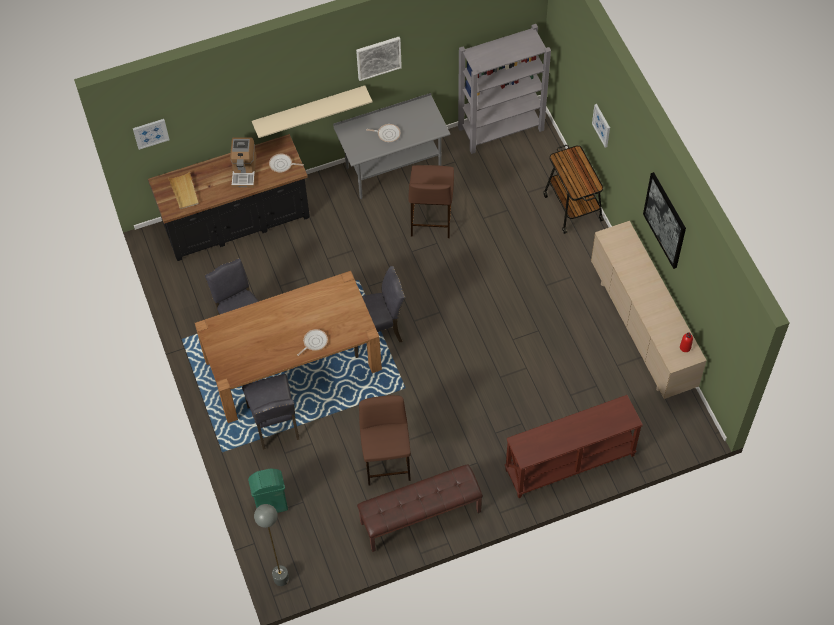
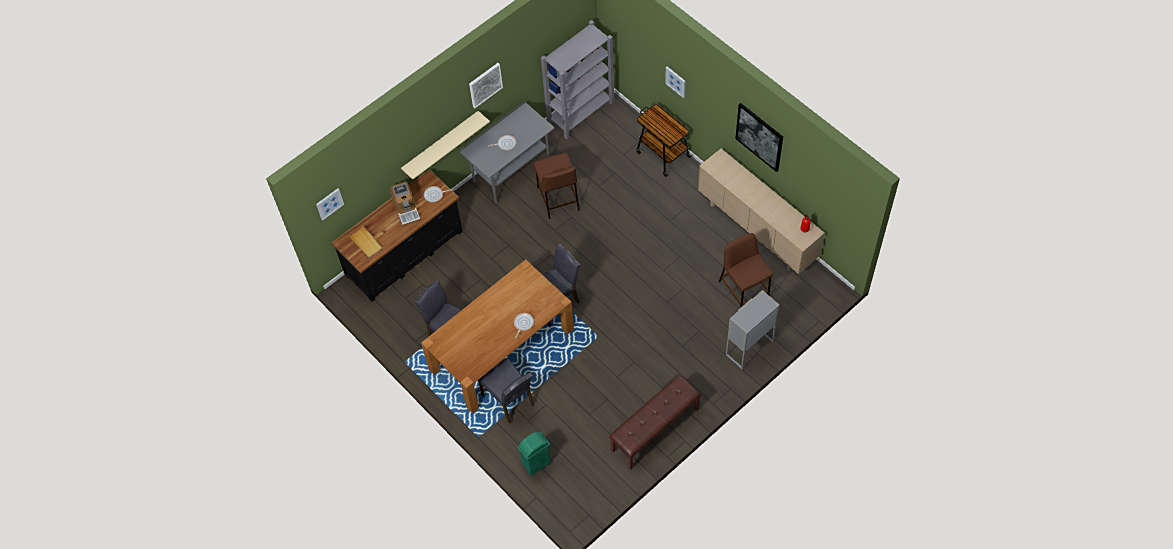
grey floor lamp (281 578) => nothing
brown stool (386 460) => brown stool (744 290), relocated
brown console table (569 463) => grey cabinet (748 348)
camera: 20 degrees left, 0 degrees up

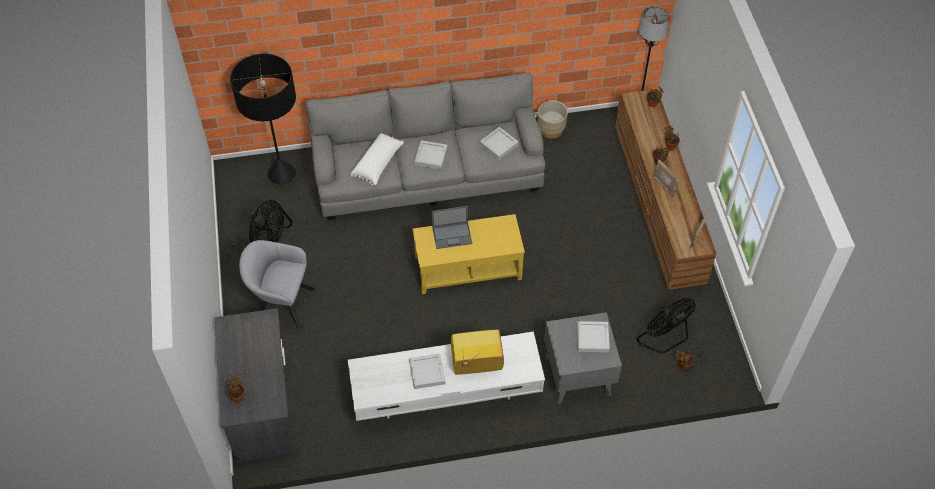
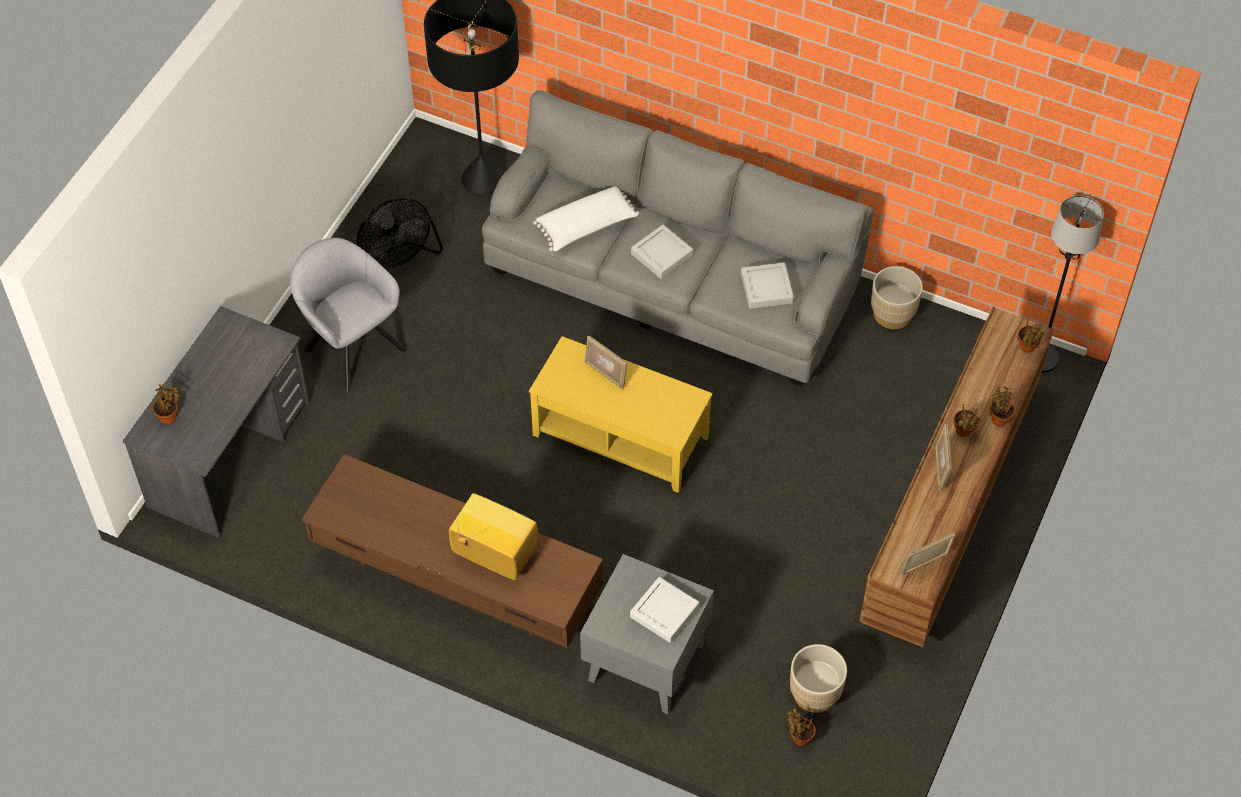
grey tray (427 373) => nothing
laptop (452 235) => picture frame (605 374)
black fan (671 339) => beige planter (814 693)
white tv stand (446 396) => brown tv stand (455 583)
camera: 35 degrees right, 0 degrees up

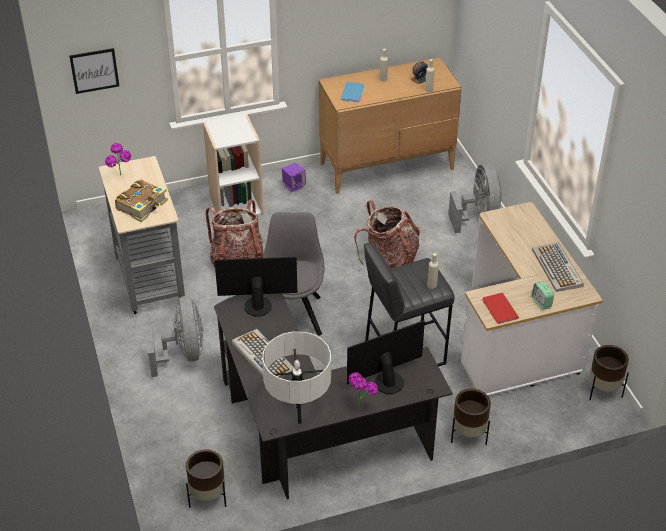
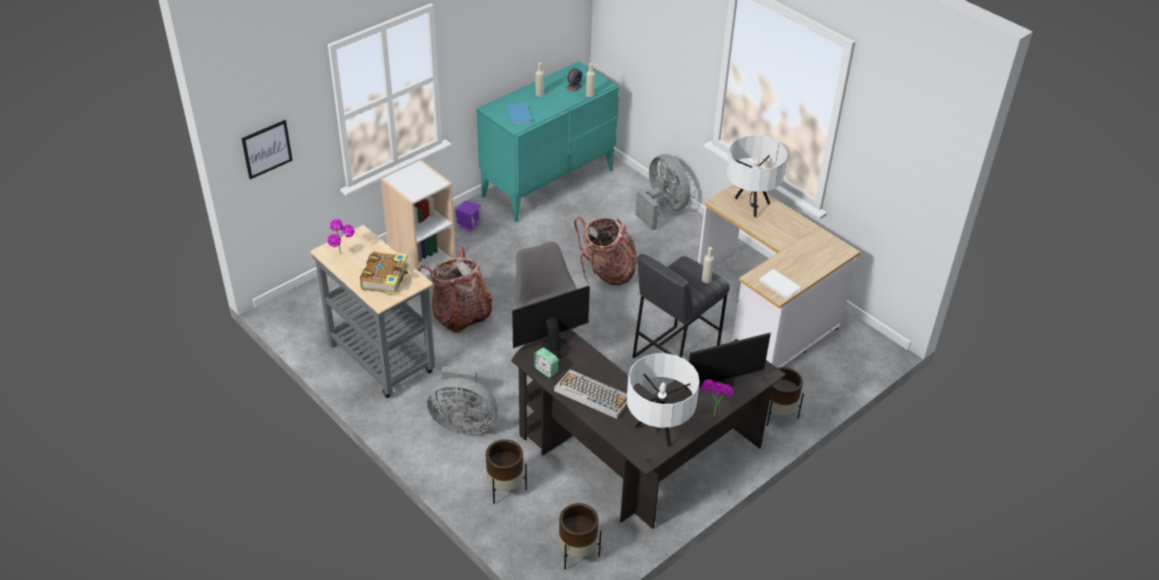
keyboard (557 268) => nothing
nothing => white table lamp (750 204)
alarm clock (541 302) => alarm clock (546 370), relocated
brown planter (603 391) => brown planter (505 489), relocated
brown cabinet (387 166) => turquoise cabinet (548 183)
red book (499 310) => white book (780 285)
grey fan (183 354) => grey fan (463 423), 135 degrees clockwise
monitor (387 380) => monitor (721 381), 150 degrees counterclockwise
camera: 25 degrees left, 0 degrees up

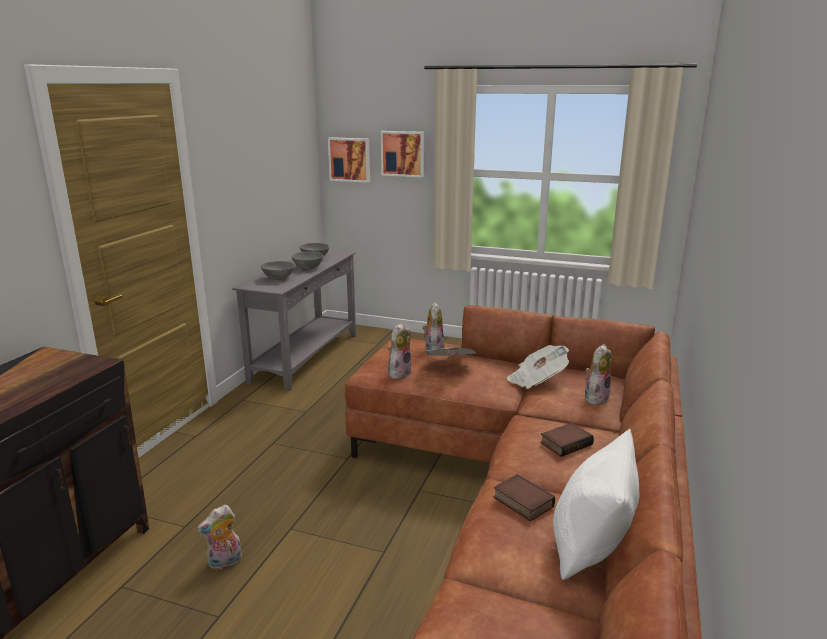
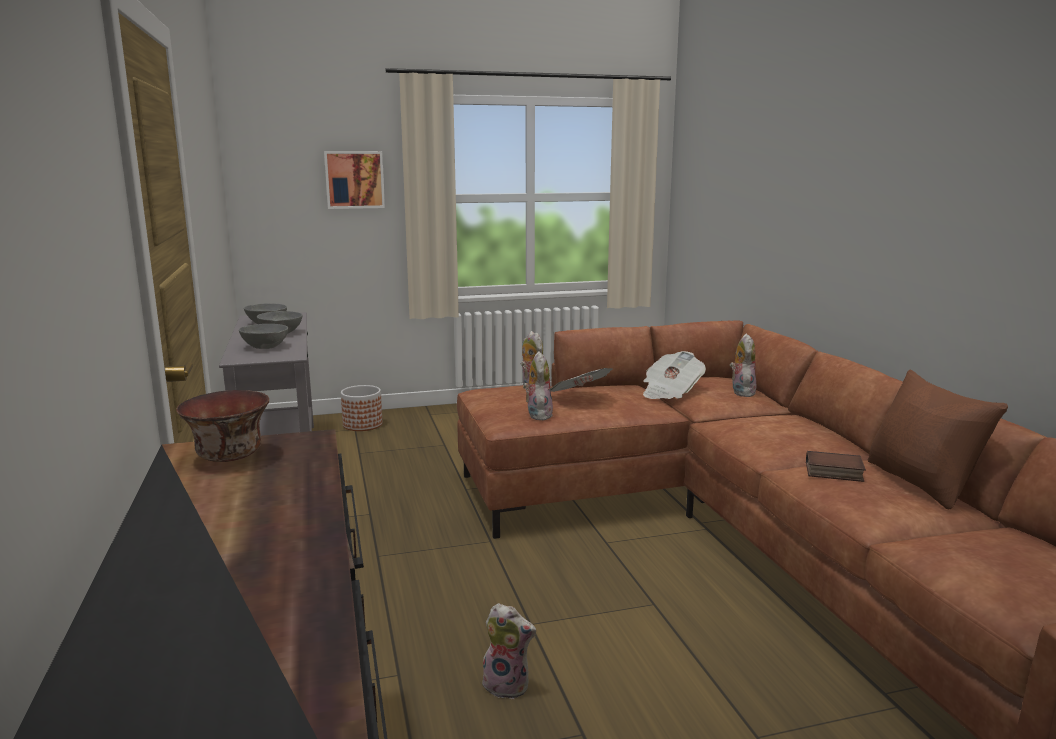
picture (350 159) => nothing
book (565 443) => nothing
nothing => bowl (231 456)
nothing => planter (363 425)
white pillow (591 545) => brown pillow (921 483)
plush toy (225 562) => plush toy (508 685), 90 degrees counterclockwise
camera: 35 degrees left, 5 degrees down

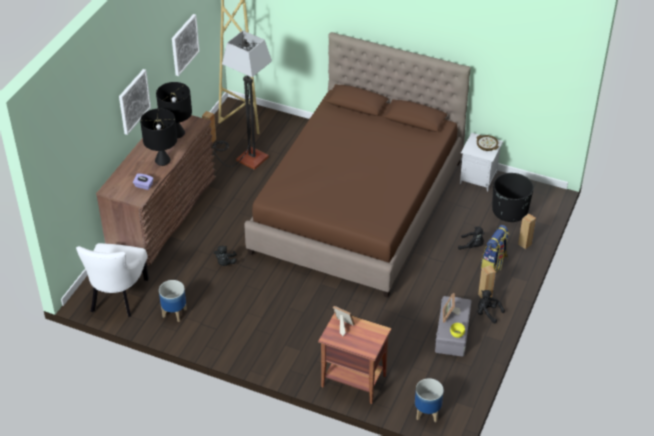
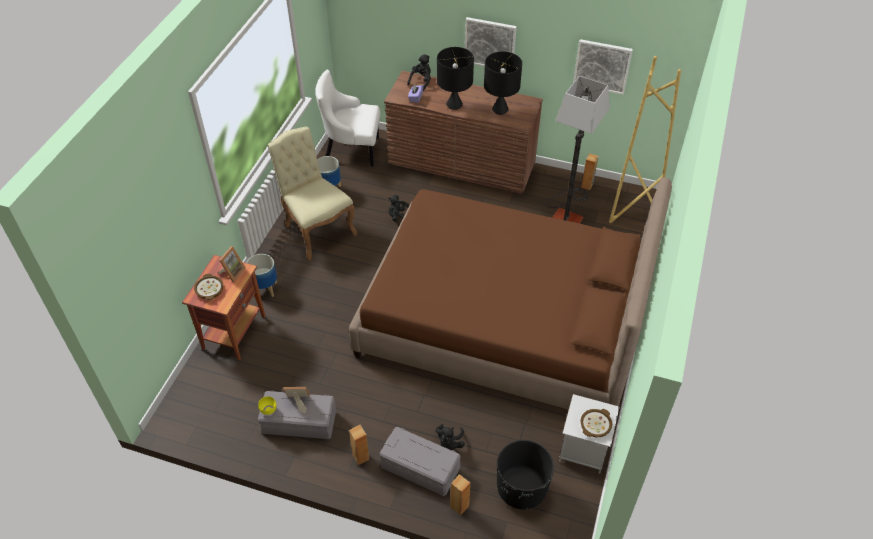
nothing => bowl (209 290)
nothing => beige chair (317 230)
planter (427 413) => planter (265 289), relocated
black plush toy (487 313) => black plush toy (421 81), relocated
backpack (494 263) => grey storage box (419 468)
camera: 85 degrees right, 5 degrees up

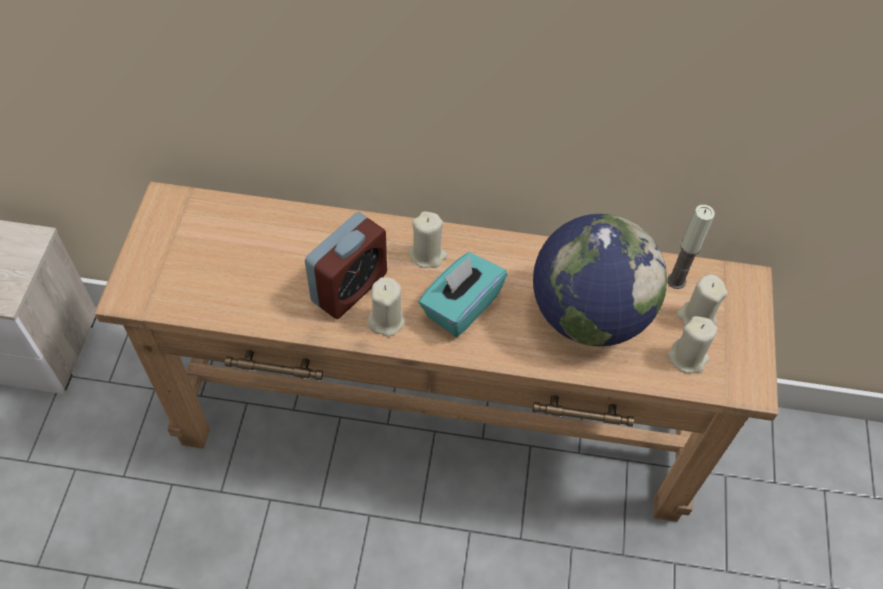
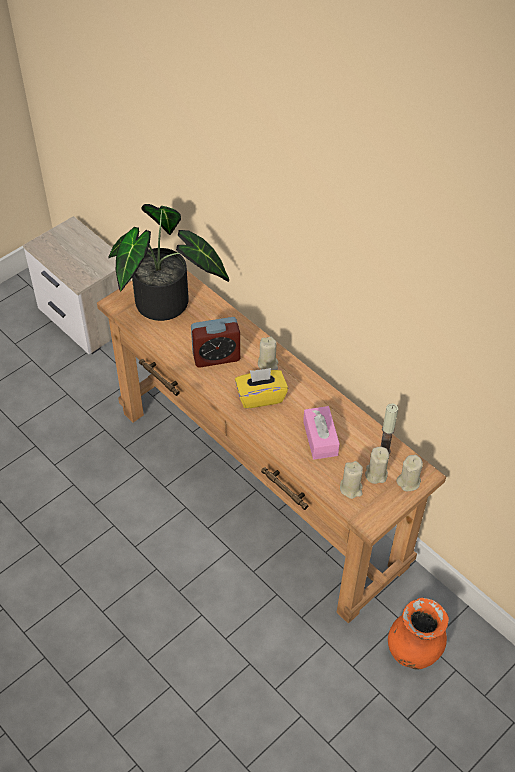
nothing => potted plant (166 306)
nothing => orange vase (414 649)
beige candle (386 320) => beige candle (408 482), relocated
globe (588 315) => pink tissue box (320 438)
turquoise tissue box (460 307) => yellow tissue box (260 396)
camera: 40 degrees right, 5 degrees down

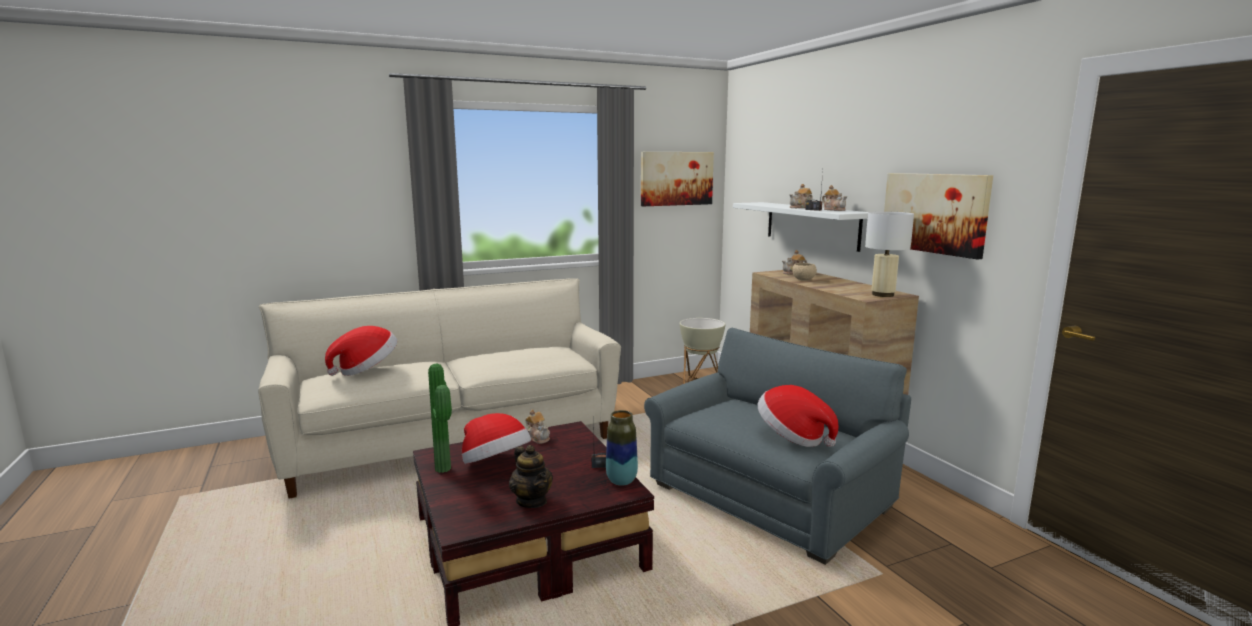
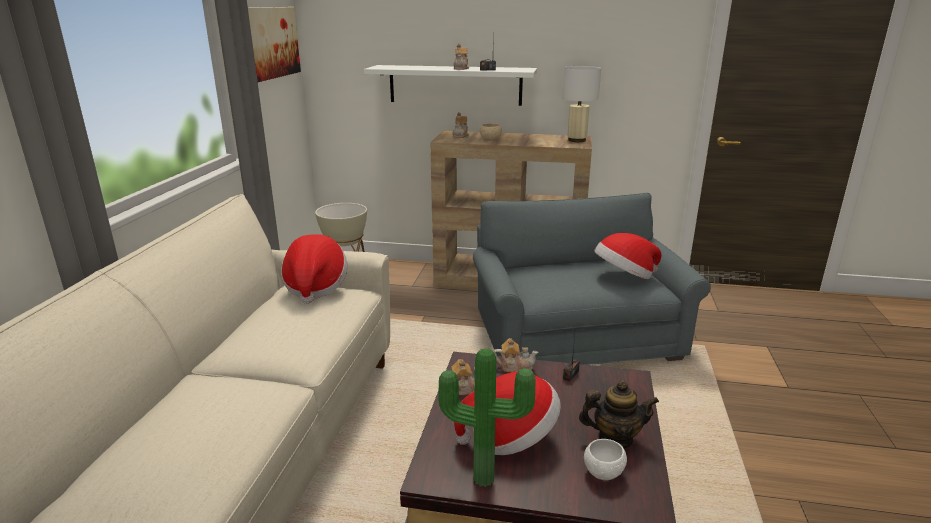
vase (621 481) => nothing
picture (934 213) => nothing
nothing => white bowl (603 472)
hat (366 370) => hat (315 286), relocated
teapot (834 210) => teapot (515 367), relocated
camera: 55 degrees left, 10 degrees up

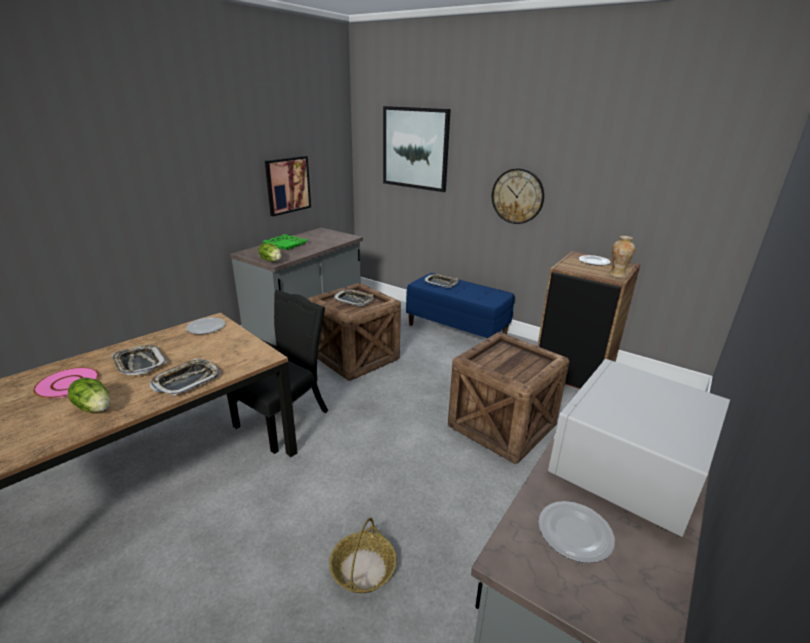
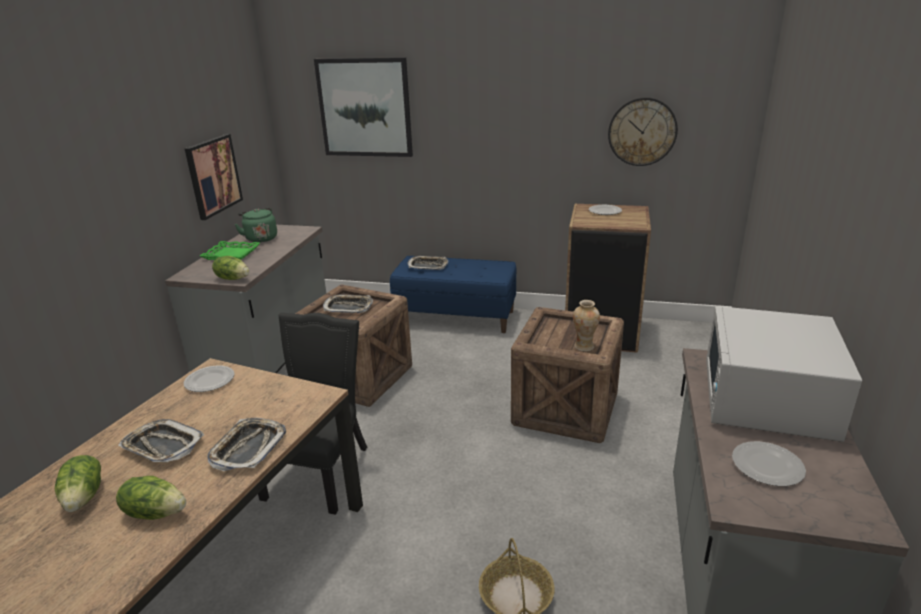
nothing => green kettle (260 238)
wall clock (517 196) => wall clock (642 132), relocated
vase (617 274) => vase (584 347), relocated
pink plate (68 383) => lettuce (85 496)
camera: 20 degrees left, 0 degrees up

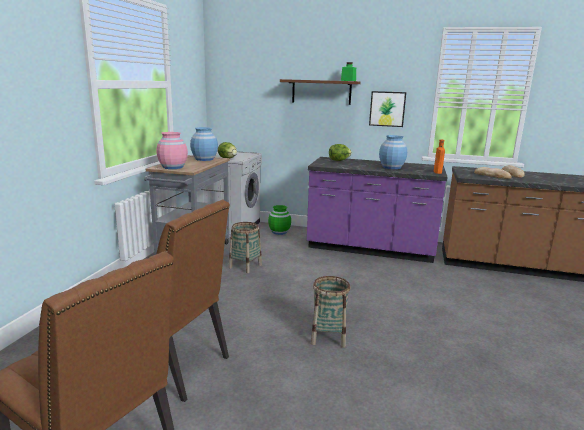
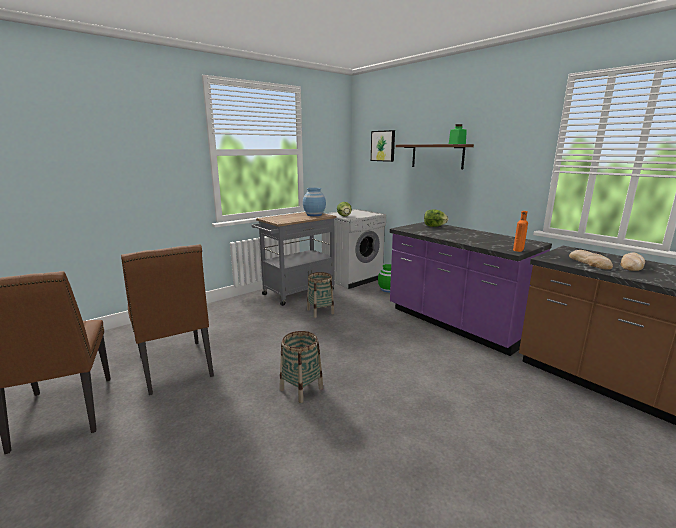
pink vase (172 167) => nothing
blue vase (391 167) => nothing
picture (387 109) => picture (383 146), relocated
camera: 35 degrees right, 0 degrees up

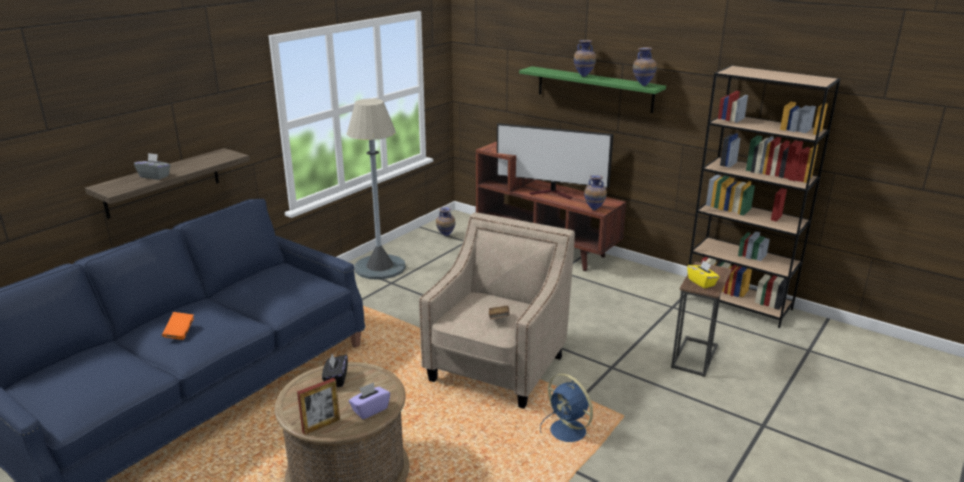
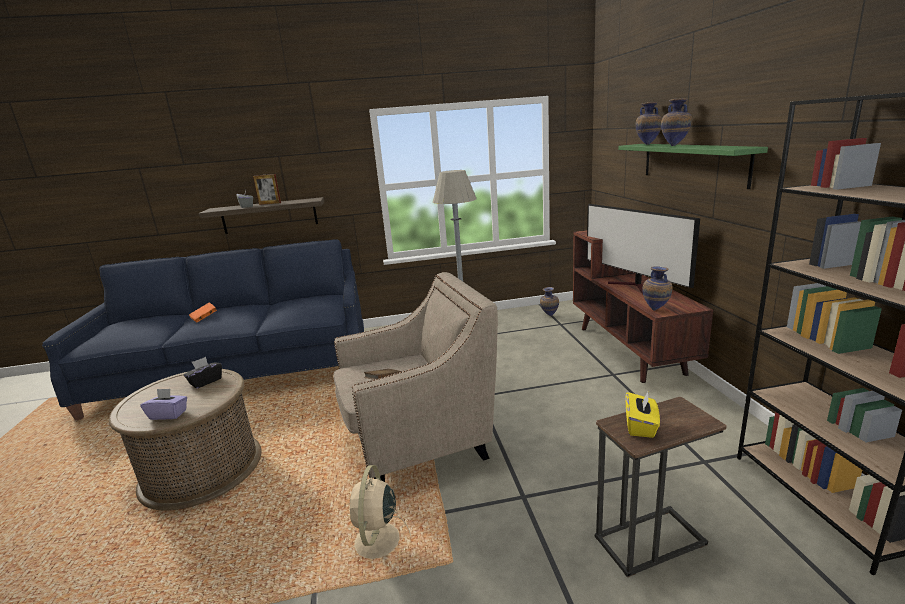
picture frame (321 426) => picture frame (270 203), relocated
vase (643 85) => vase (647 144), relocated
blue fan (569 432) => beige fan (376 543)
camera: 45 degrees right, 5 degrees down

